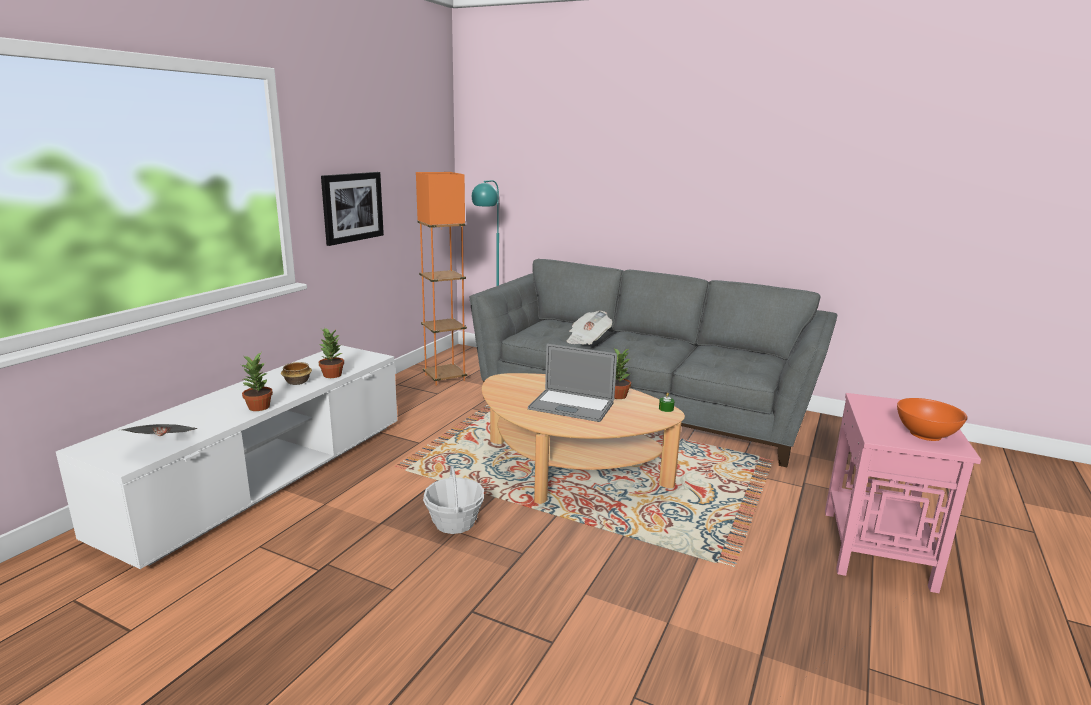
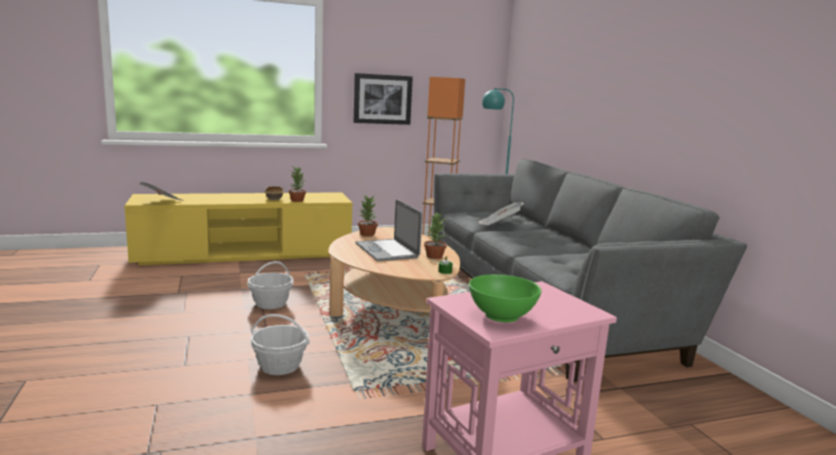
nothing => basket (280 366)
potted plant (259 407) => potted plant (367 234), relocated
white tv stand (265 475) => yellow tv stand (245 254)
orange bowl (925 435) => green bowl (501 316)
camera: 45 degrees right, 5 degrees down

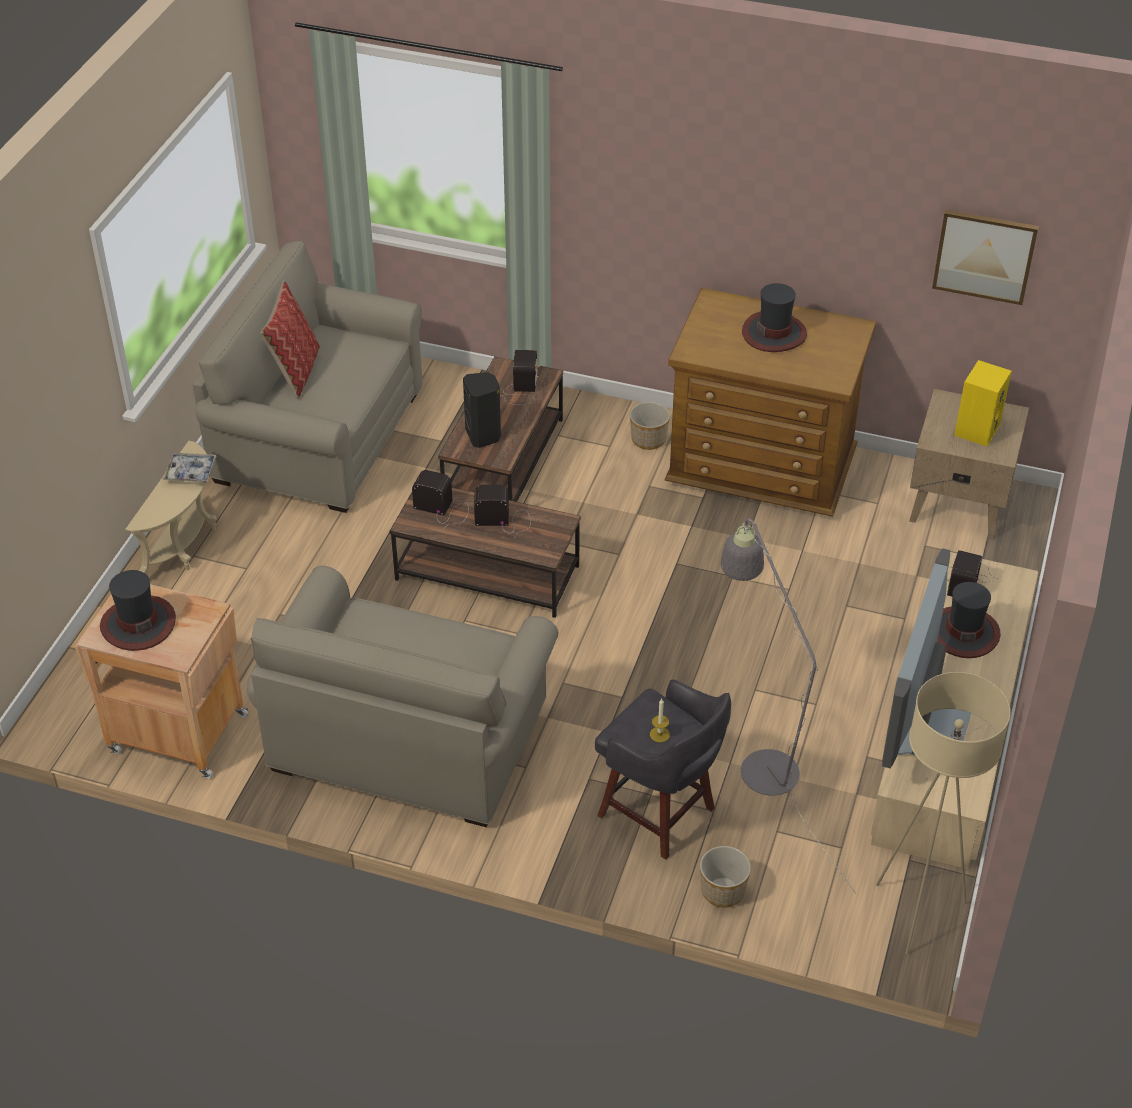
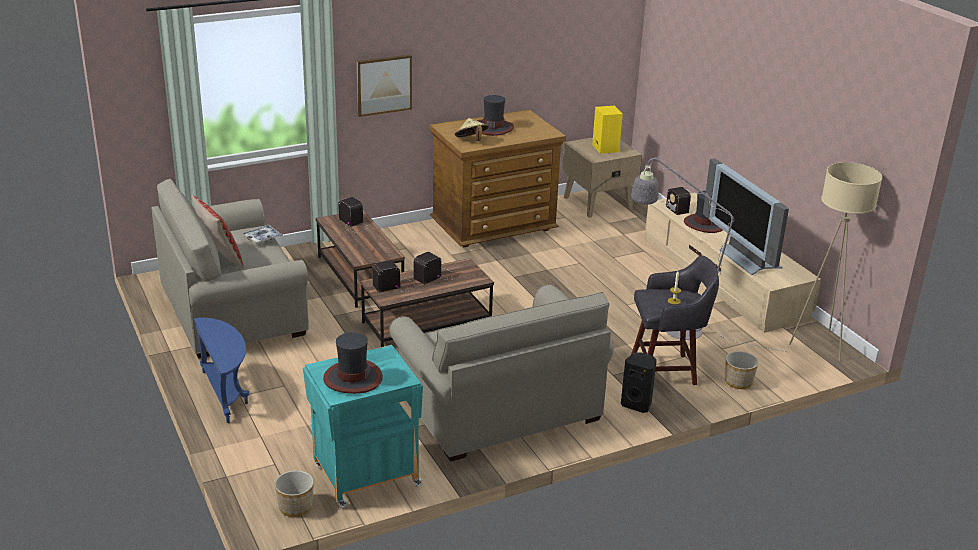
nothing => beige hat (471 141)
tray (190 472) => tray (262 238), relocated
black speaker (484 435) => black speaker (637 404), relocated
planter (649 440) => planter (296 507), relocated
picture (984 256) => picture (384 85), relocated
brown cart (176 732) => turquoise cart (365 477)
beige side table (185 545) => blue side table (226 393)
camera: 45 degrees left, 15 degrees down

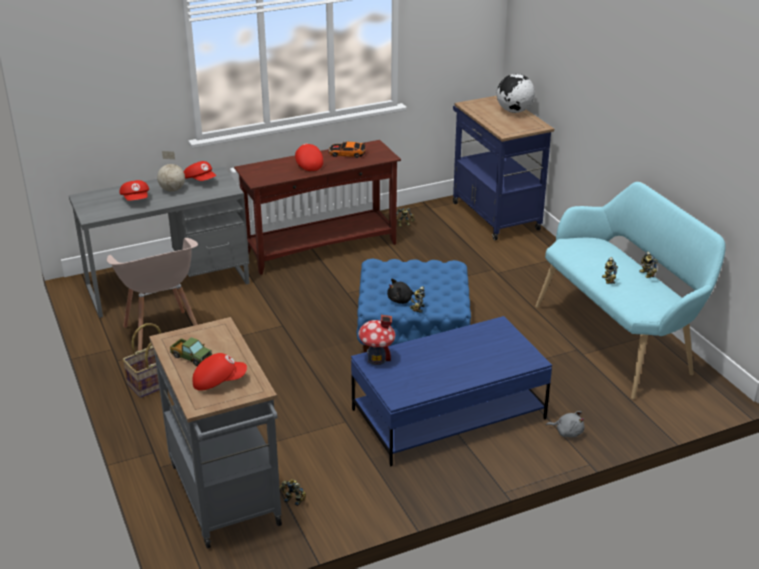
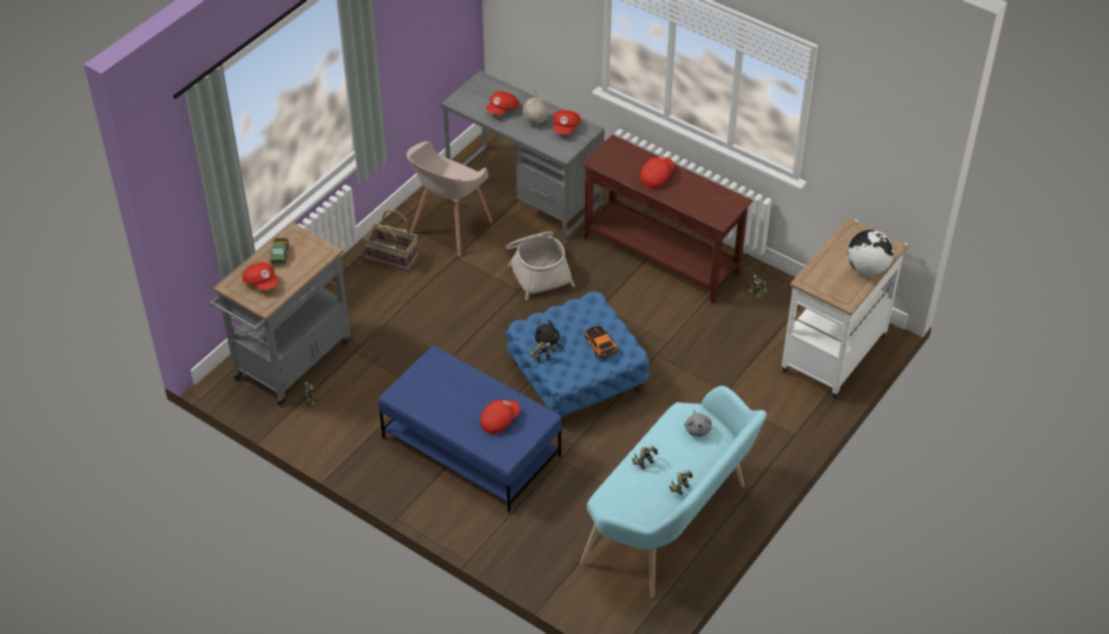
toy house (377 359) => nothing
nothing => red cap (499 420)
nothing => basket (538 269)
toy car (347 153) => toy car (600 344), relocated
grey plush toy (567 432) => grey plush toy (697 429), relocated
blue cart (494 215) => white cart (836 352)
camera: 60 degrees right, 15 degrees up

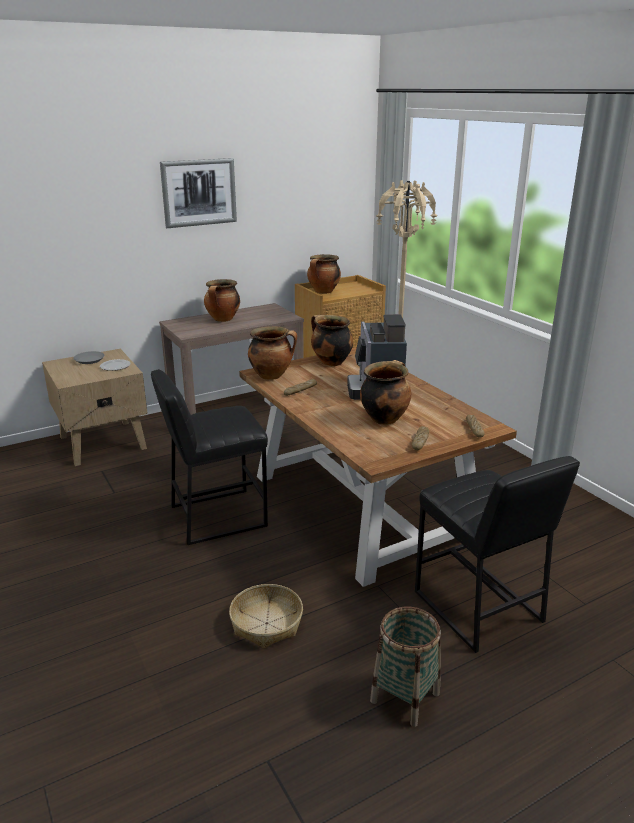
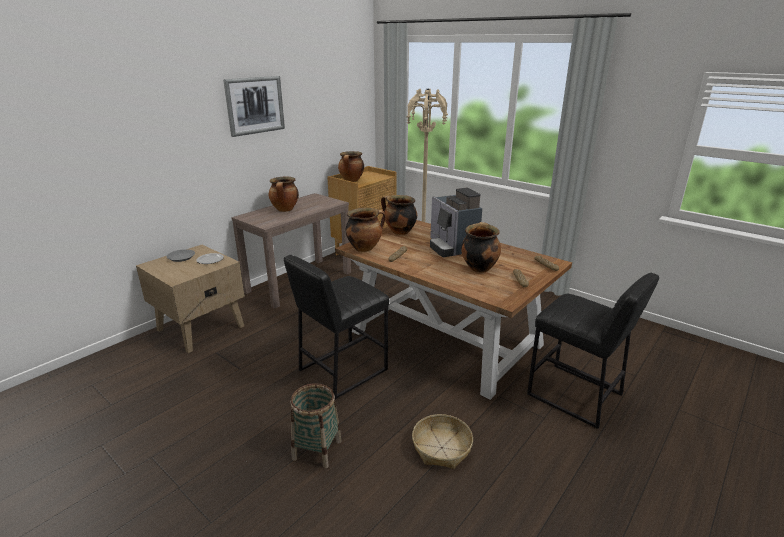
basket (405 697) => basket (317 449), relocated
camera: 20 degrees left, 0 degrees up

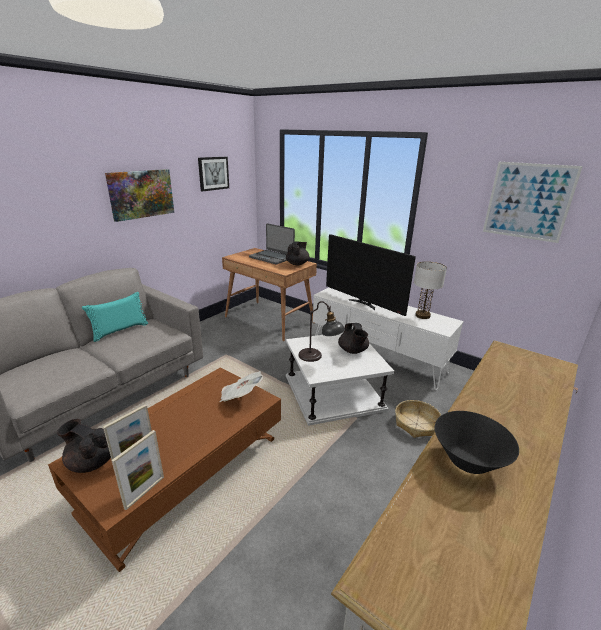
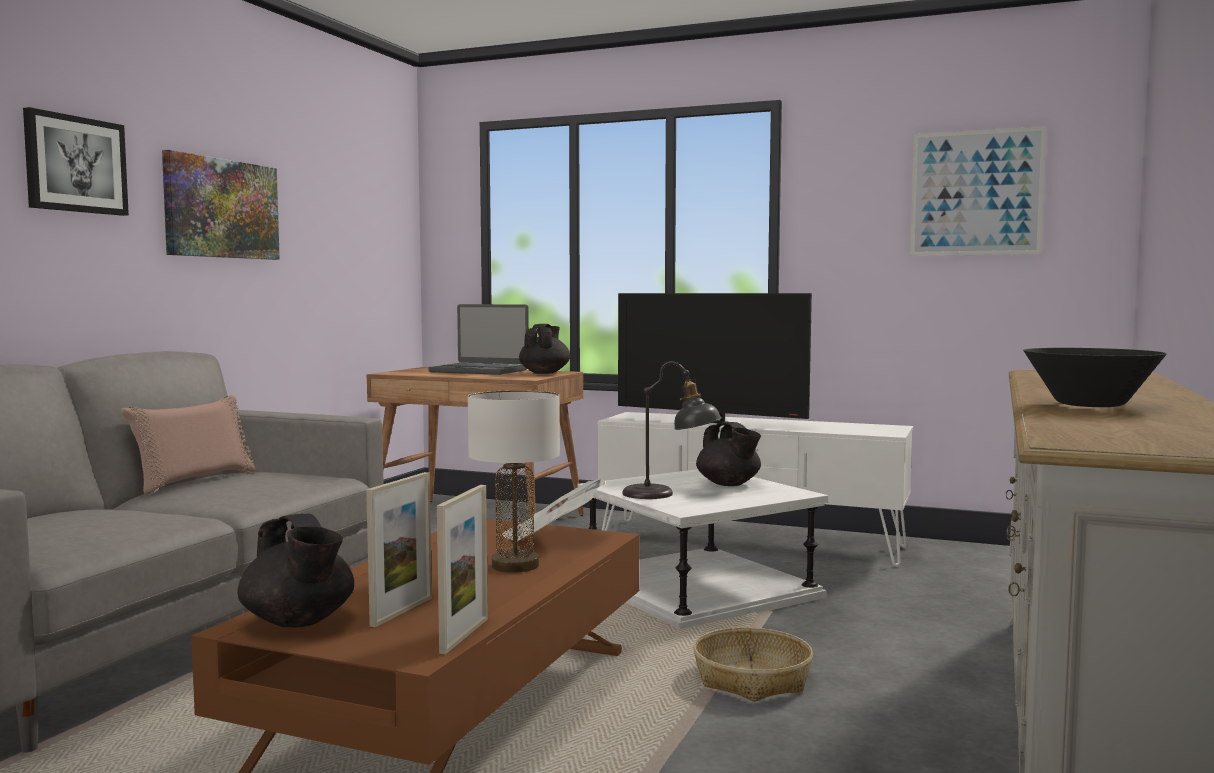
picture (213 173) => picture (75 164), relocated
basket (416 424) => basket (752 679), relocated
table lamp (422 315) => table lamp (515 565), relocated
turquoise pillow (120 331) => beige pillow (194 481)
black teapot (92 461) => black teapot (299 622), 135 degrees counterclockwise
camera: 15 degrees left, 20 degrees down

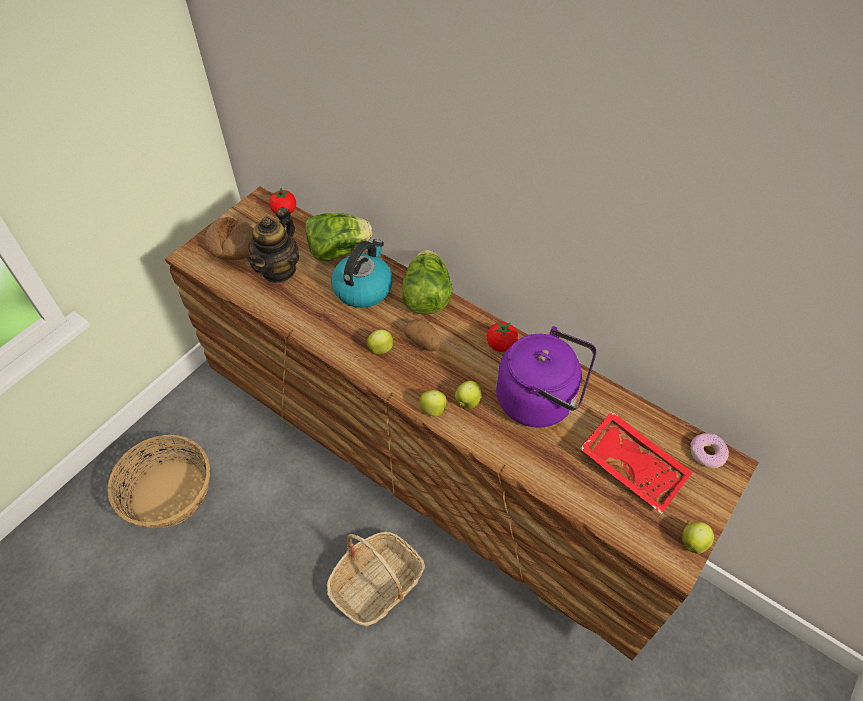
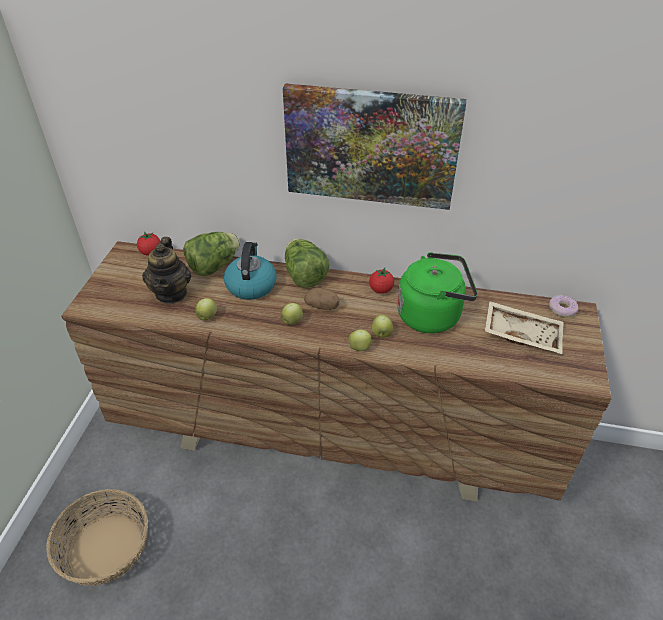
bread (232 245) => nothing
basket (377 583) => nothing
nothing => picture (371 146)
apple (693 542) => apple (207 316), relocated
purple kettle (541 400) => green kettle (432 315)
red tray (633 466) => beige tray (522 333)
camera: 25 degrees left, 10 degrees down

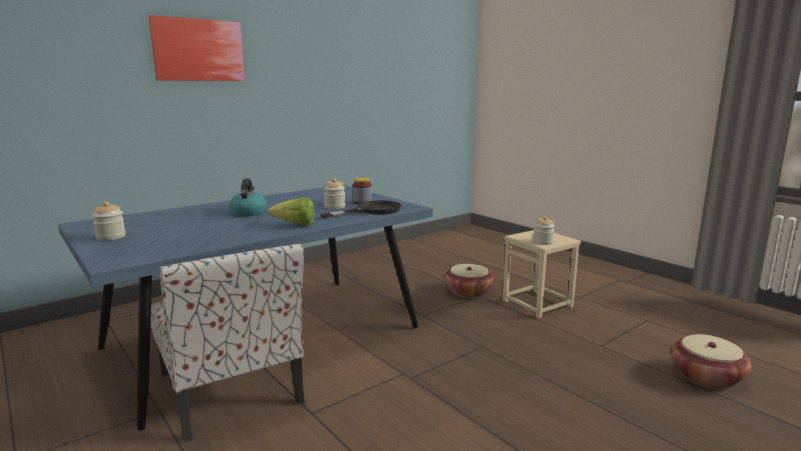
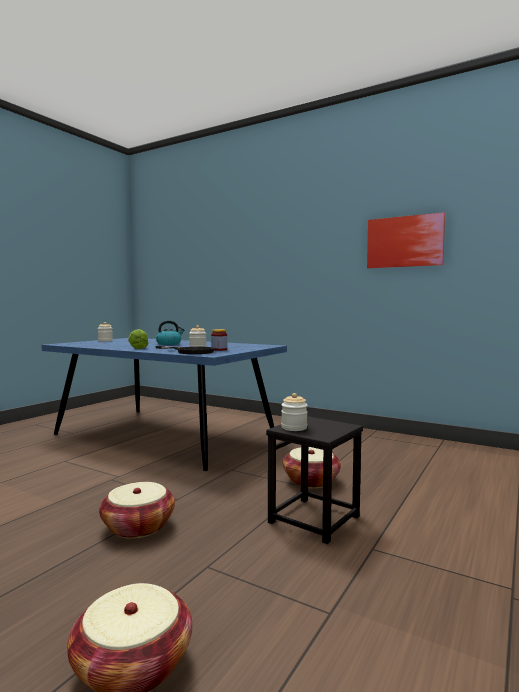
chair (231 390) => nothing
nothing => basket (138 527)
picture (199 50) => picture (404 242), relocated
beige stool (537 303) => black stool (314 519)
camera: 70 degrees right, 10 degrees down

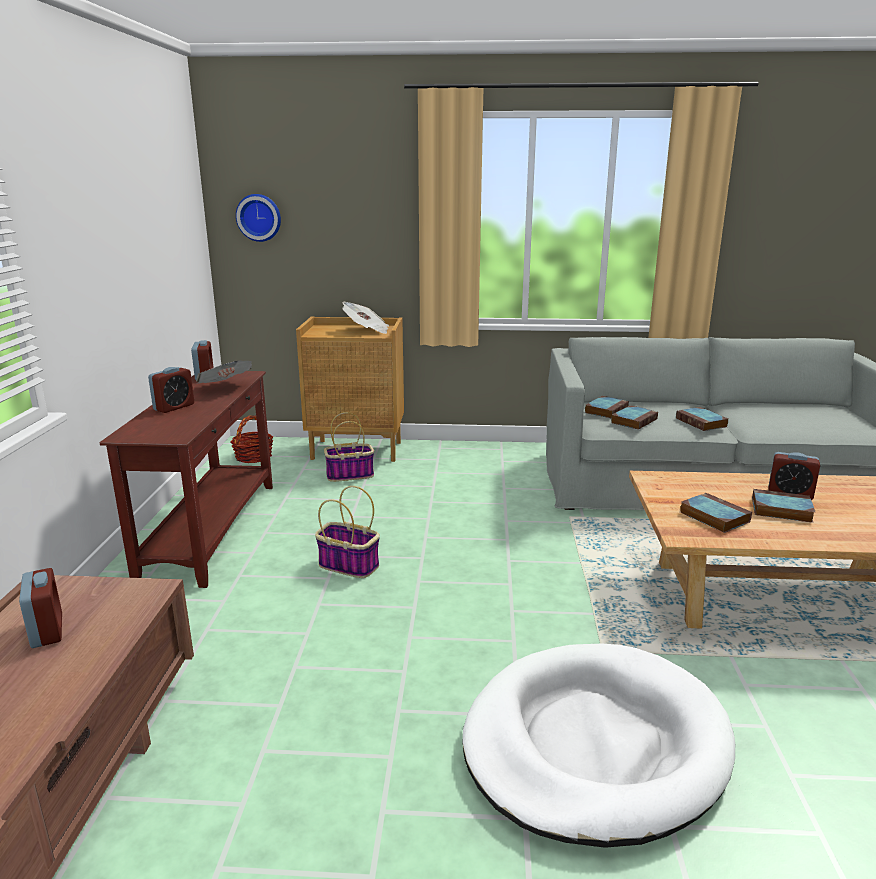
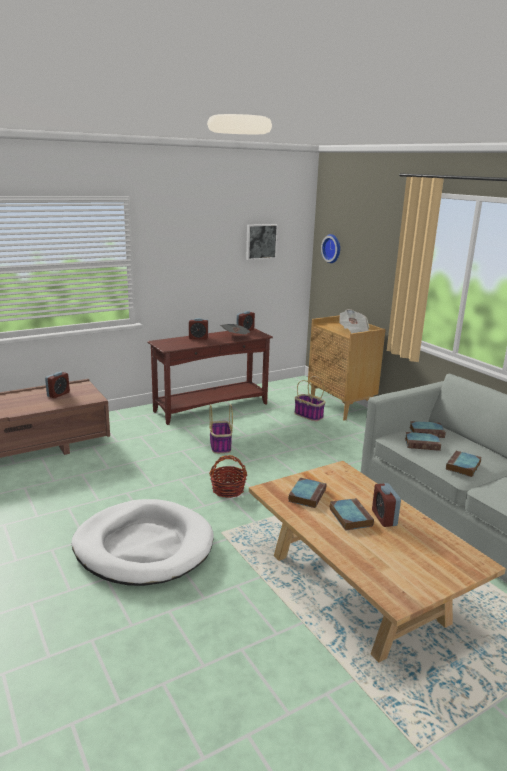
nothing => picture (260 241)
basket (253 457) => basket (228 490), relocated
camera: 55 degrees right, 0 degrees up

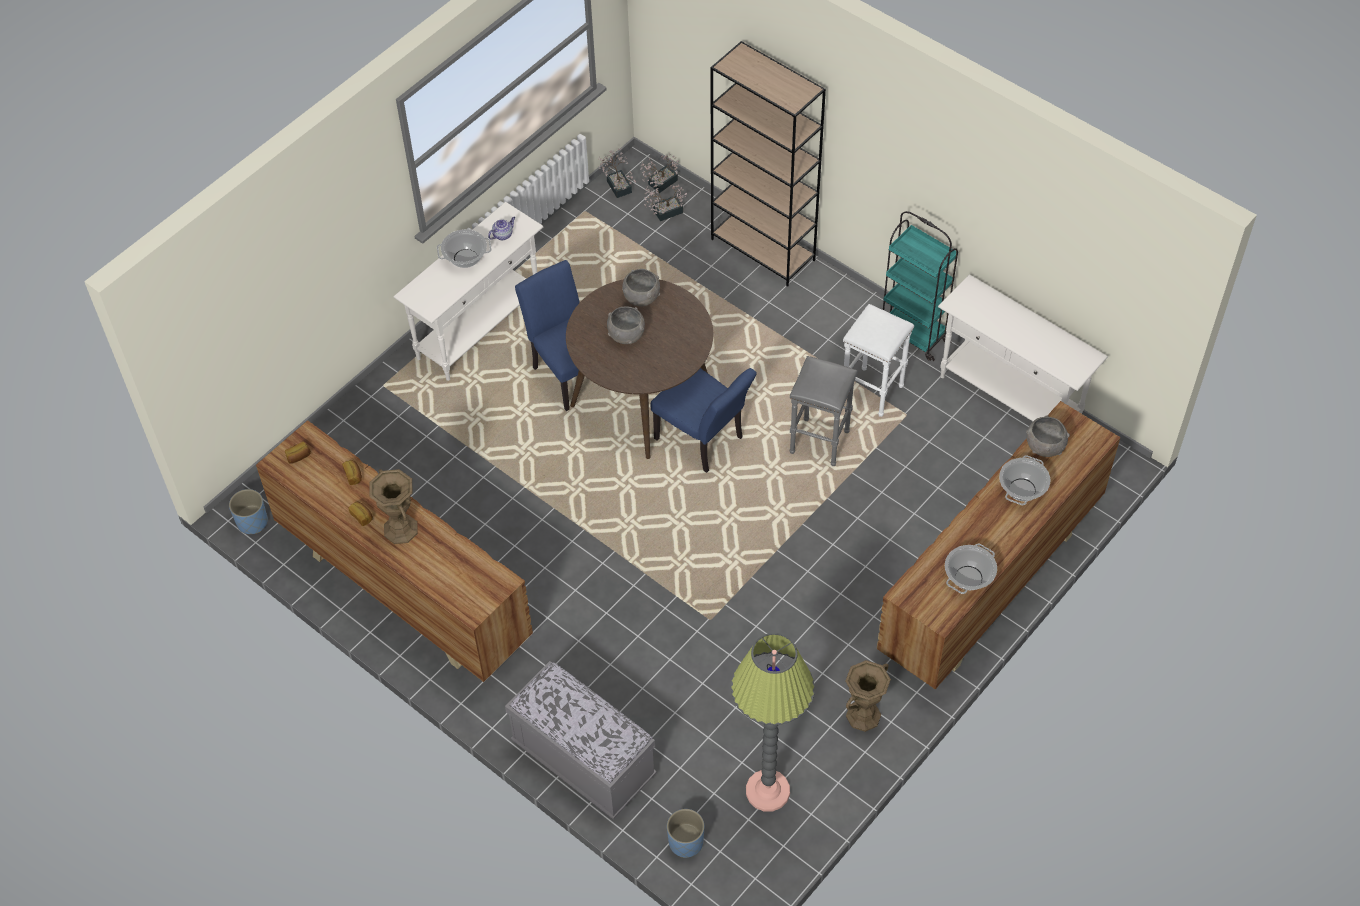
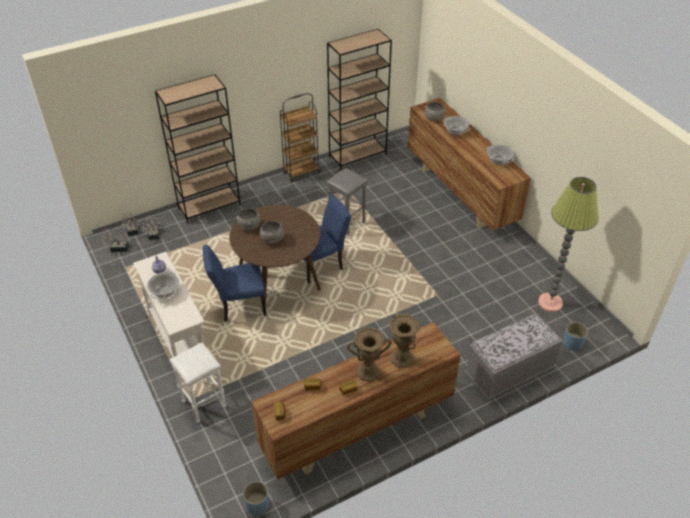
white stool (871 390) => white stool (203 403), relocated
brown vase (863 716) => brown vase (402 358), relocated
white console table (1009 398) => beige bookcase (357 155)
turquoise cart (913 335) => brown cart (301 173)
camera: 70 degrees left, 10 degrees down

